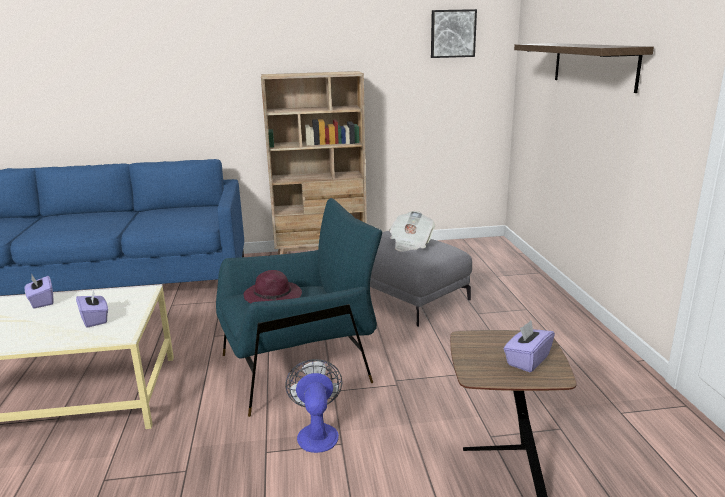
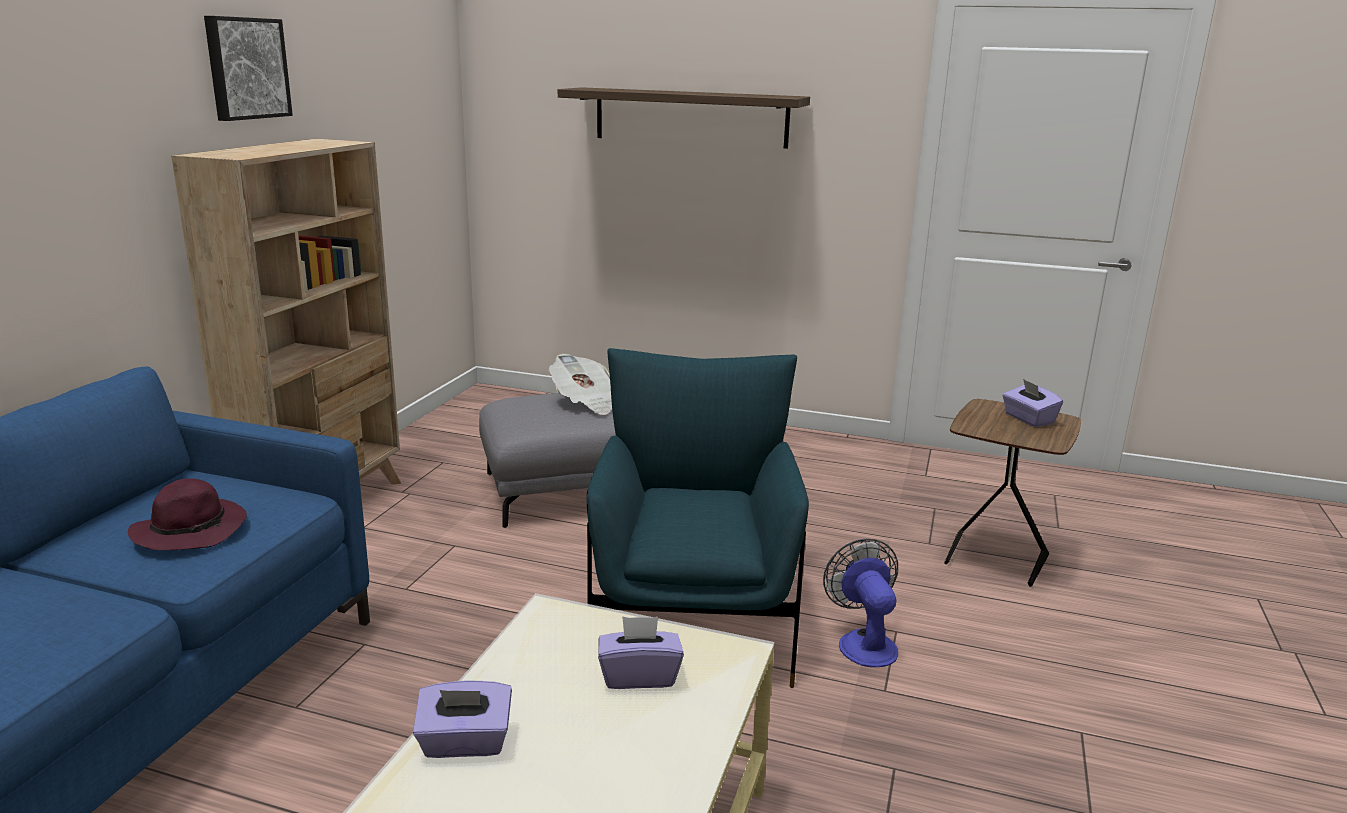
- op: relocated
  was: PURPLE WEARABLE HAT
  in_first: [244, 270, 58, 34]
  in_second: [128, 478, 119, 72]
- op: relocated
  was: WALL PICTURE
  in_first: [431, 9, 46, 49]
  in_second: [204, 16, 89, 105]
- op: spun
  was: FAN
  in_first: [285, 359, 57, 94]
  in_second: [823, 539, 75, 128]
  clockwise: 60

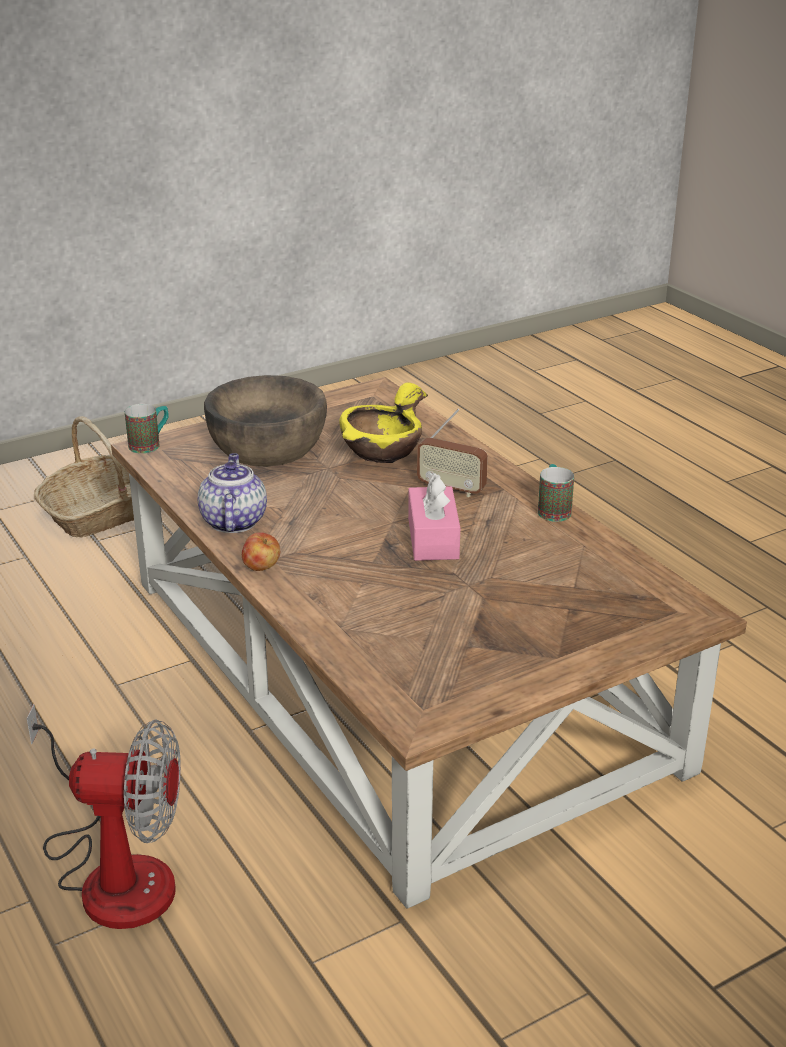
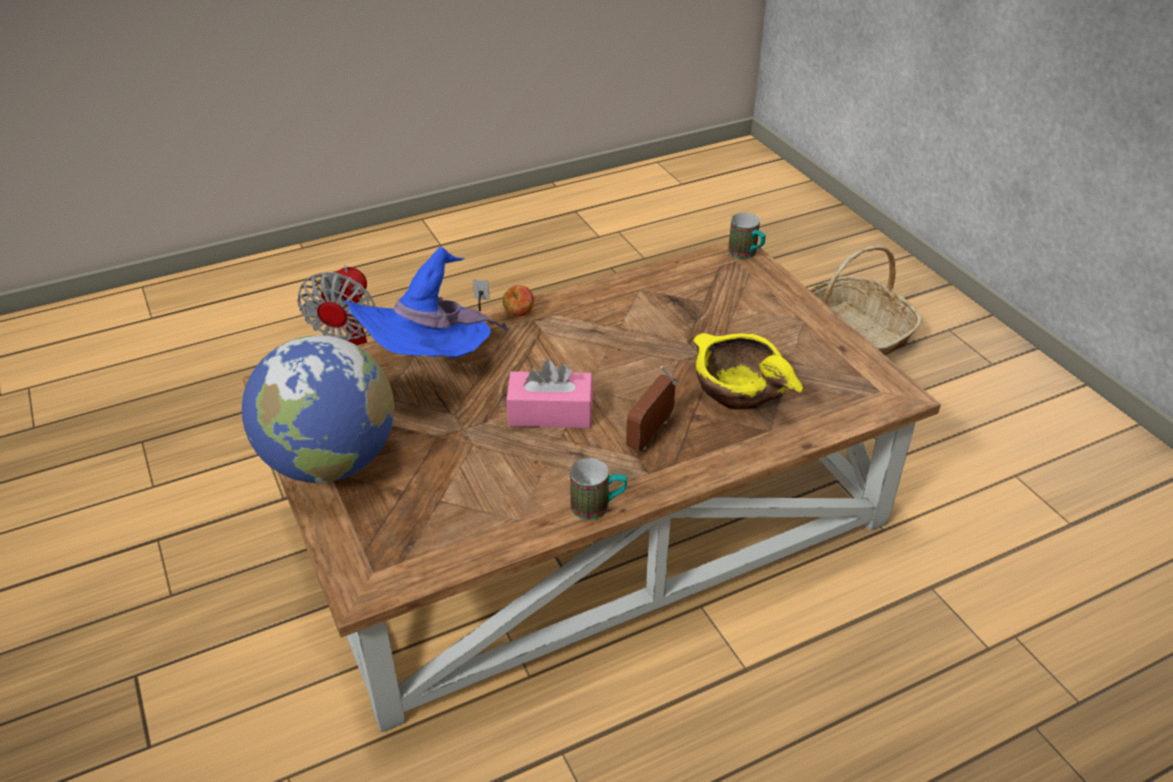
- op: missing
  was: TEAPOT
  in_first: [198, 453, 69, 80]
- op: missing
  was: BROWN DEEP DISH
  in_first: [204, 375, 123, 92]
- op: appeared
  now: GLOBE
  in_second: [242, 335, 152, 148]
- op: appeared
  now: BLUISH WEARABLE HAT
  in_second: [344, 247, 165, 111]

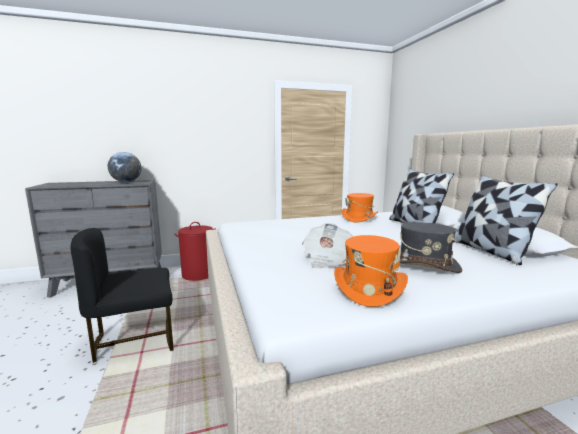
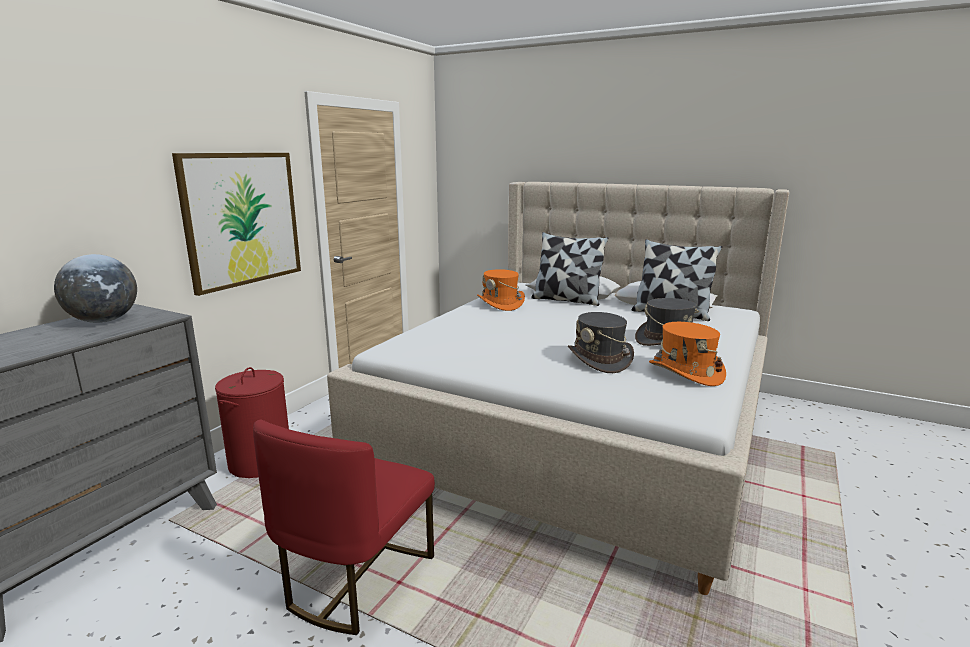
- op: appeared
  now: WALL PICTURE
  in_second: [172, 153, 129, 143]
- op: exchanged
  was: PRINTED PAPER
  now: GREYISH WEARABLE HAT
  in_first: [302, 223, 52, 45]
  in_second: [568, 312, 66, 61]
- op: colour
  was: BLACK-COLOURED CHAIR
  now: RED-COLOURED CHAIR
  in_first: [70, 228, 104, 135]
  in_second: [253, 419, 182, 216]

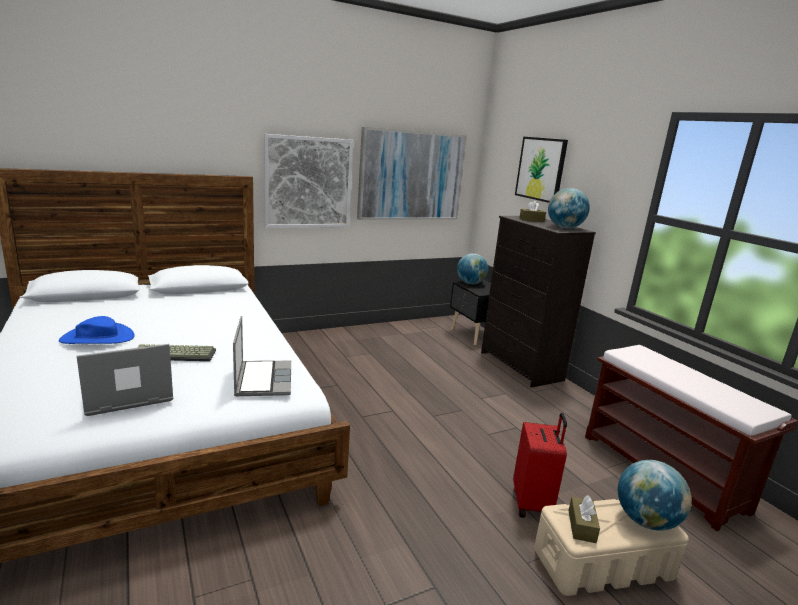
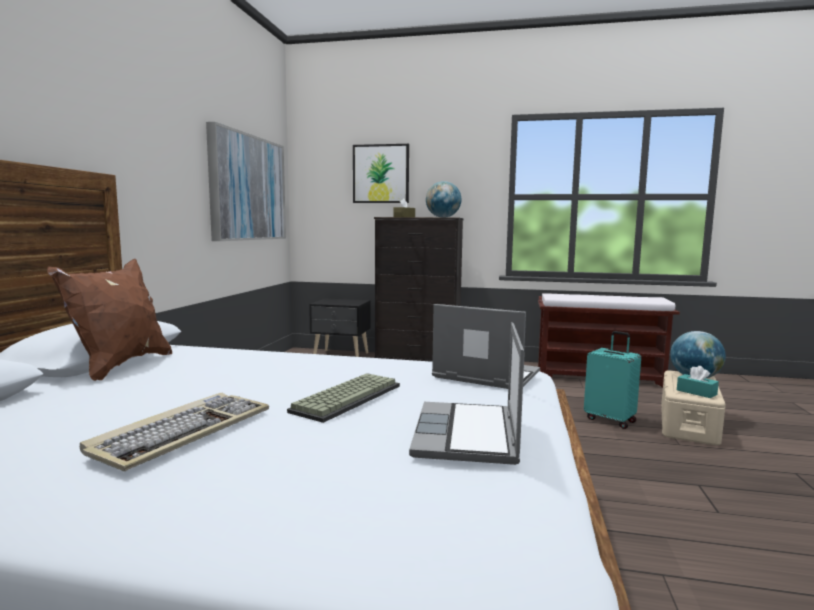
- op: missing
  was: WALL PICTURE
  in_first: [264, 134, 89, 94]
- op: missing
  was: GLOBE
  in_first: [457, 253, 31, 31]
- op: appeared
  now: BROWN THROW PILLOW
  in_second: [47, 259, 125, 122]
- op: exchanged
  was: BLUISH WEARABLE HAT
  now: PC KEYBOARD
  in_first: [59, 316, 76, 28]
  in_second: [80, 393, 189, 78]
- op: colour
  was: RED-COLOURED PIECE OF LUGGAGE
  now: TURQUOISE-COLOURED PIECE OF LUGGAGE
  in_first: [513, 413, 54, 105]
  in_second: [584, 331, 57, 98]
- op: colour
  was: BROWN TISSUE BOX
  now: TURQUOISE-COLOURED TISSUE BOX
  in_first: [568, 495, 32, 48]
  in_second: [677, 366, 42, 32]

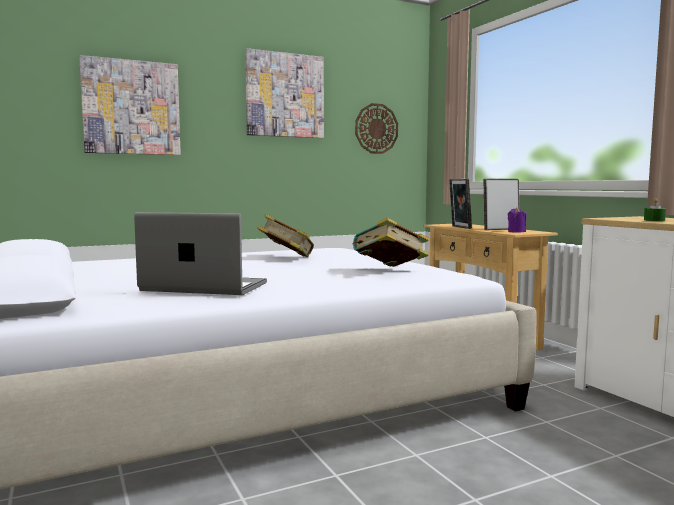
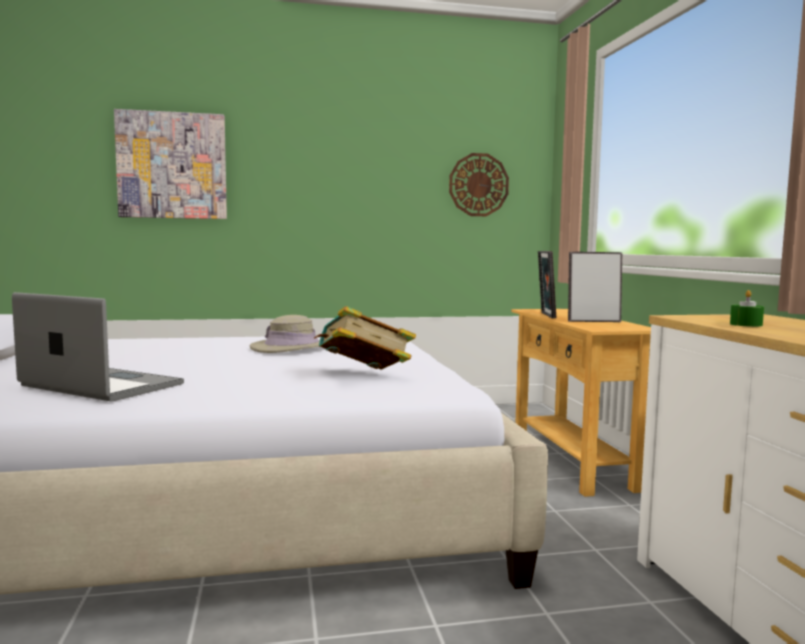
- op: missing
  was: WALL PICTURE
  in_first: [245, 48, 79, 90]
- op: missing
  was: PURPLE WAX LIGHT
  in_first: [508, 207, 18, 26]
- op: exchanged
  was: VOLUME
  now: BEIGE WEARABLE HAT
  in_first: [258, 214, 56, 43]
  in_second: [250, 315, 70, 38]

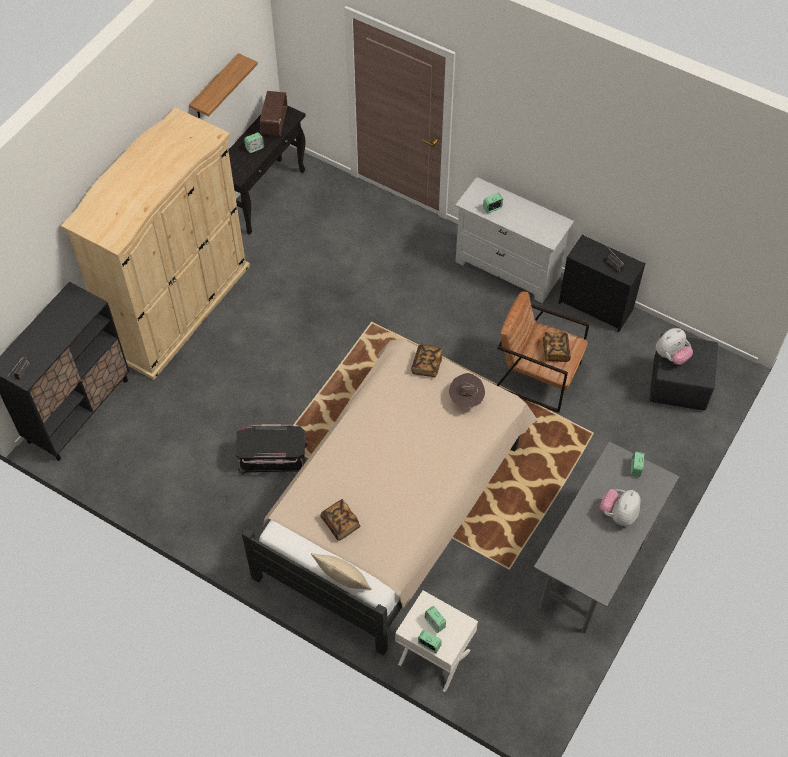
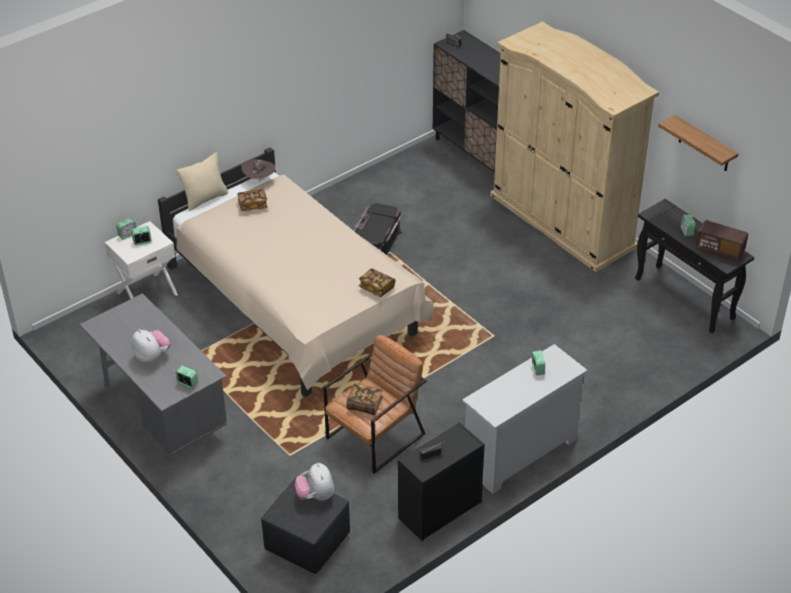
- op: relocated
  was: BROWN WEARABLE HAT
  in_first: [449, 373, 36, 35]
  in_second: [241, 159, 35, 24]

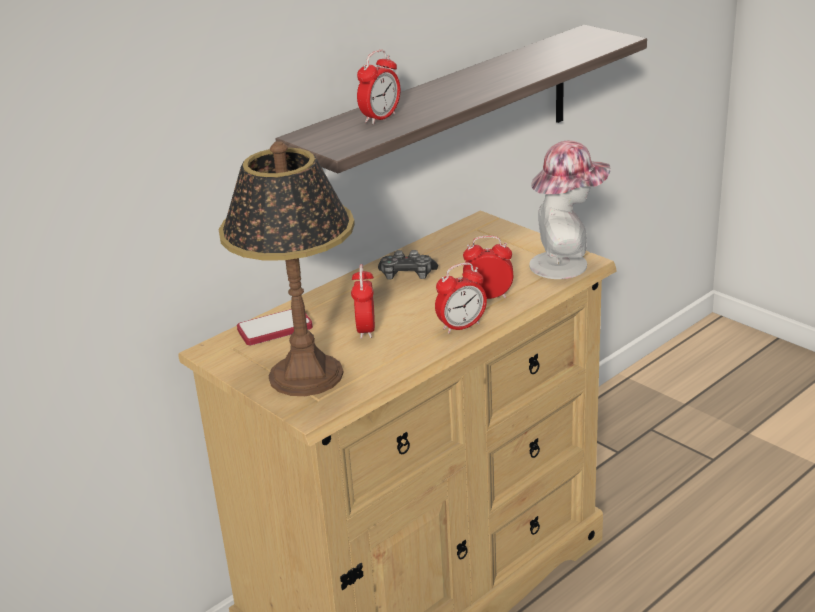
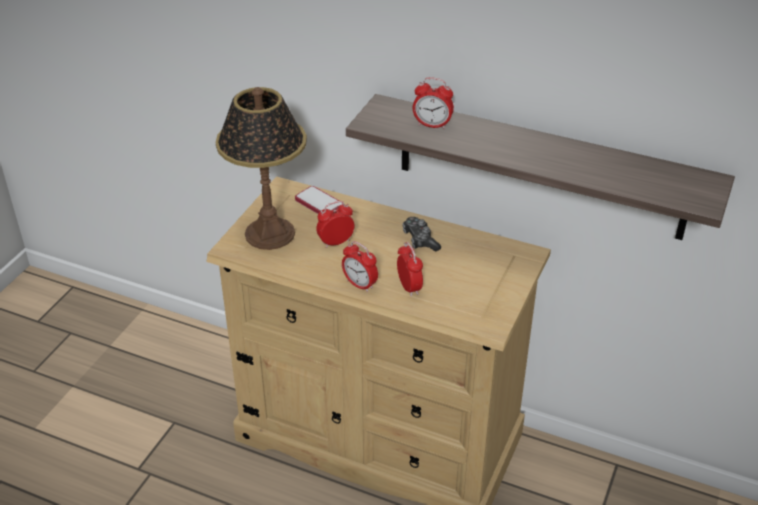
- op: missing
  was: WEARABLE HAT
  in_first: [529, 140, 82, 139]

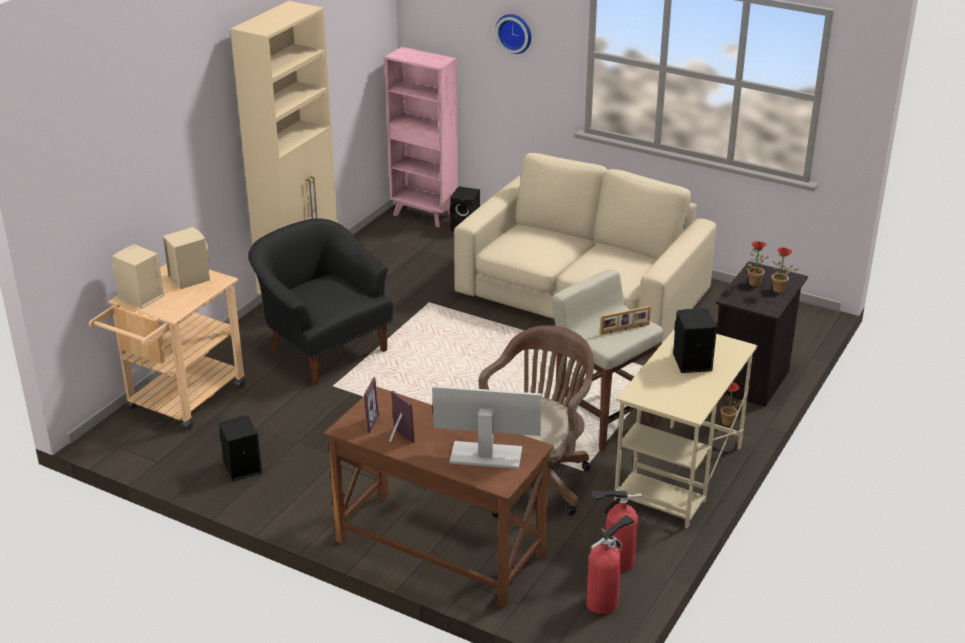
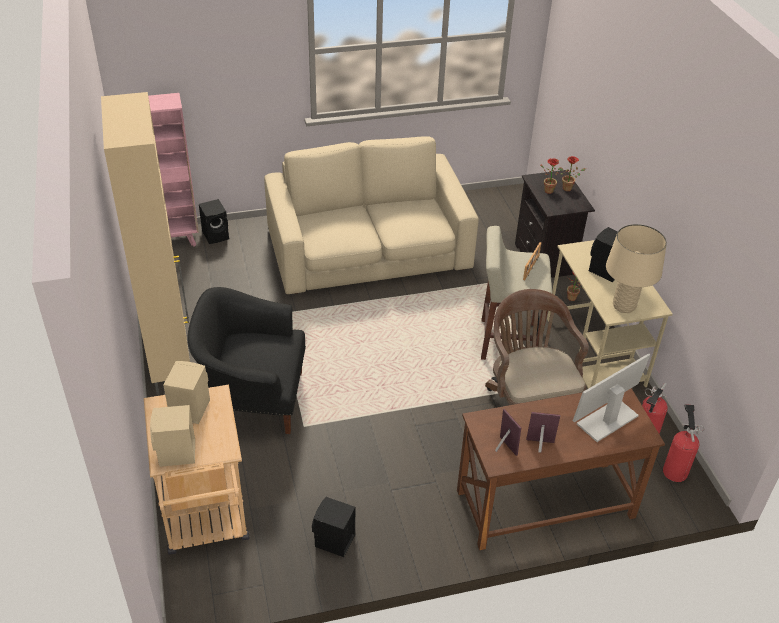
- op: missing
  was: WALL CLOCK
  in_first: [495, 14, 36, 40]
- op: appeared
  now: BEIGE TABLETOP LAMP
  in_second: [606, 224, 61, 89]

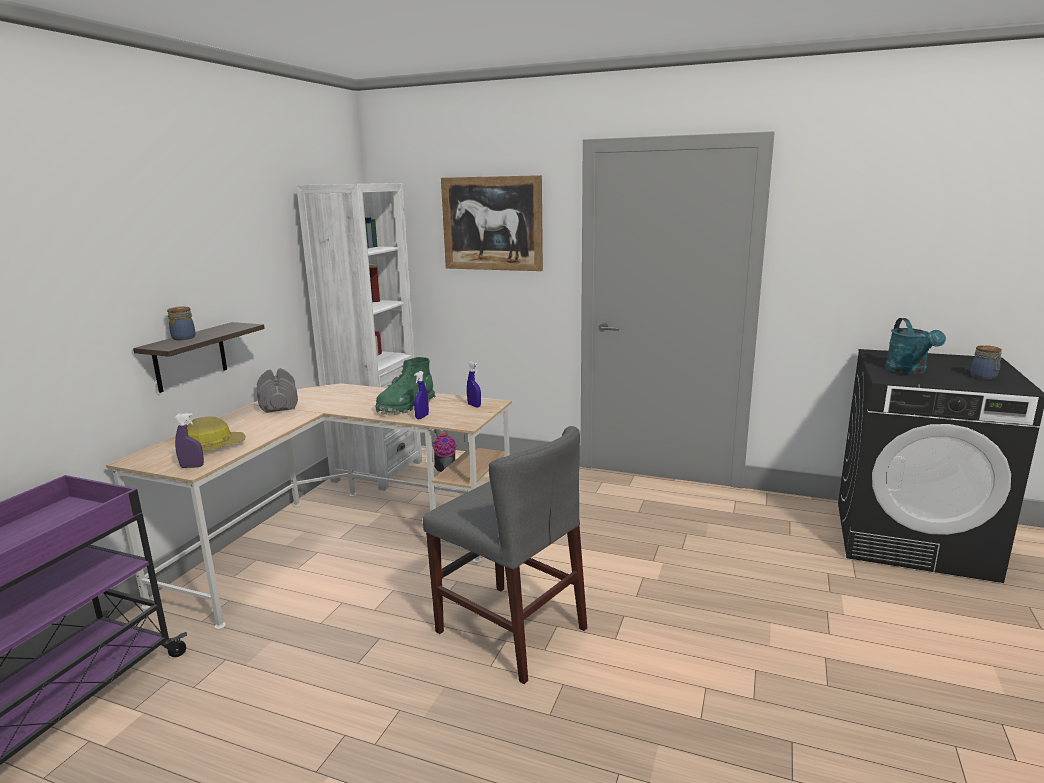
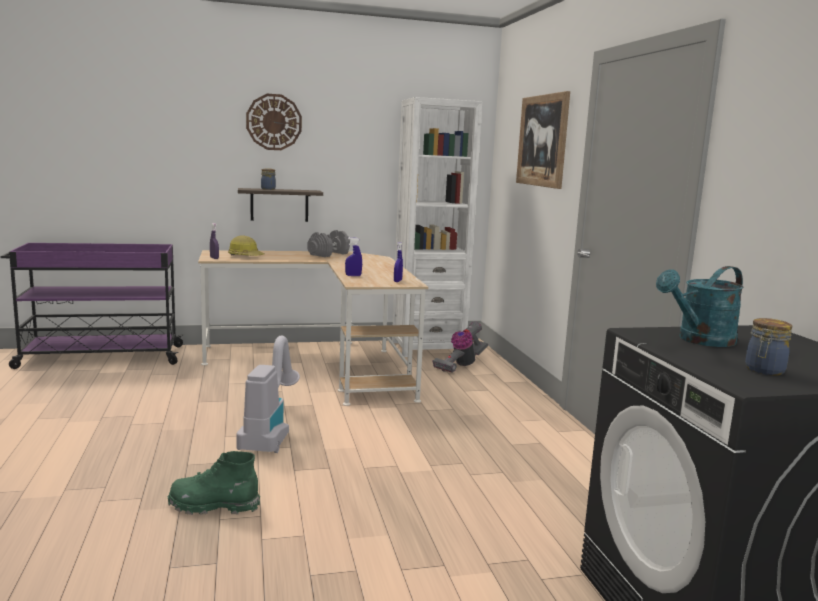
- op: appeared
  now: WALL CLOCK
  in_second: [246, 94, 56, 56]
- op: relocated
  was: GREEN-COLOURED BOOT
  in_first: [375, 357, 60, 58]
  in_second: [168, 451, 92, 64]
- op: exchanged
  was: GREYISH CHAIR
  now: HOOVER
  in_first: [423, 426, 164, 258]
  in_second: [236, 335, 64, 118]

